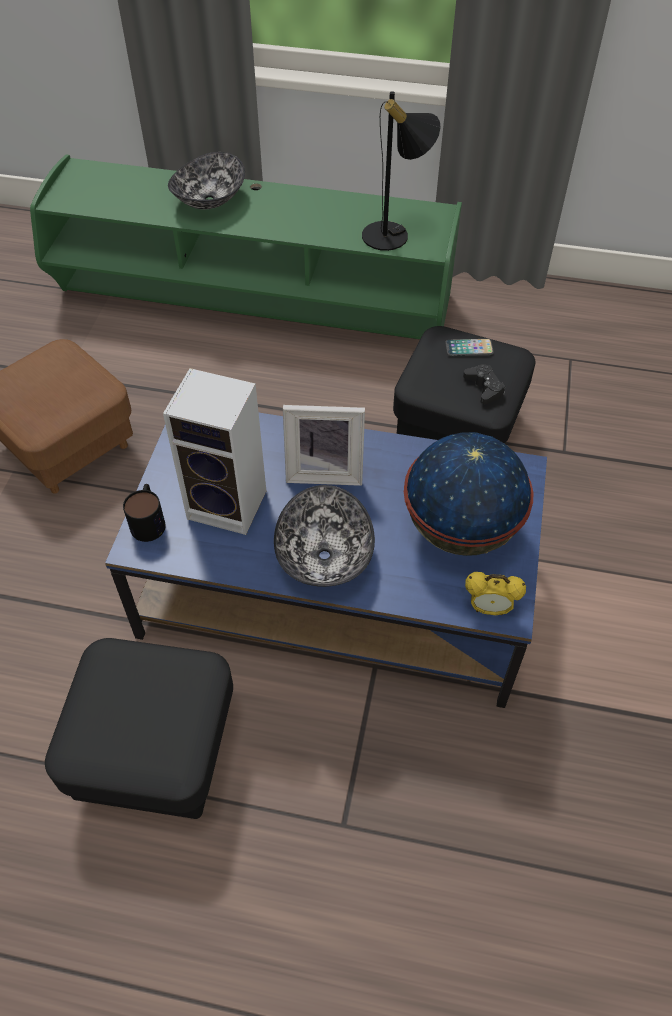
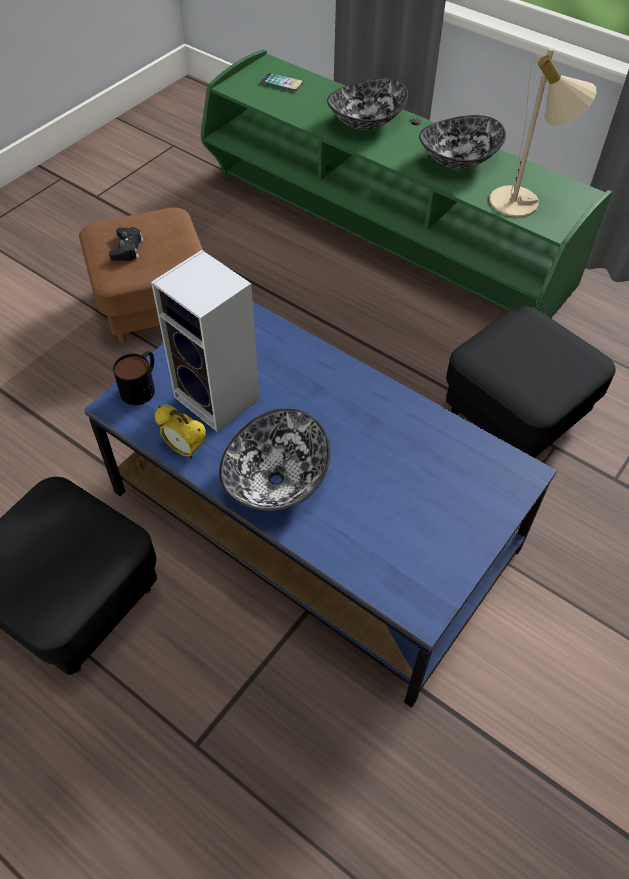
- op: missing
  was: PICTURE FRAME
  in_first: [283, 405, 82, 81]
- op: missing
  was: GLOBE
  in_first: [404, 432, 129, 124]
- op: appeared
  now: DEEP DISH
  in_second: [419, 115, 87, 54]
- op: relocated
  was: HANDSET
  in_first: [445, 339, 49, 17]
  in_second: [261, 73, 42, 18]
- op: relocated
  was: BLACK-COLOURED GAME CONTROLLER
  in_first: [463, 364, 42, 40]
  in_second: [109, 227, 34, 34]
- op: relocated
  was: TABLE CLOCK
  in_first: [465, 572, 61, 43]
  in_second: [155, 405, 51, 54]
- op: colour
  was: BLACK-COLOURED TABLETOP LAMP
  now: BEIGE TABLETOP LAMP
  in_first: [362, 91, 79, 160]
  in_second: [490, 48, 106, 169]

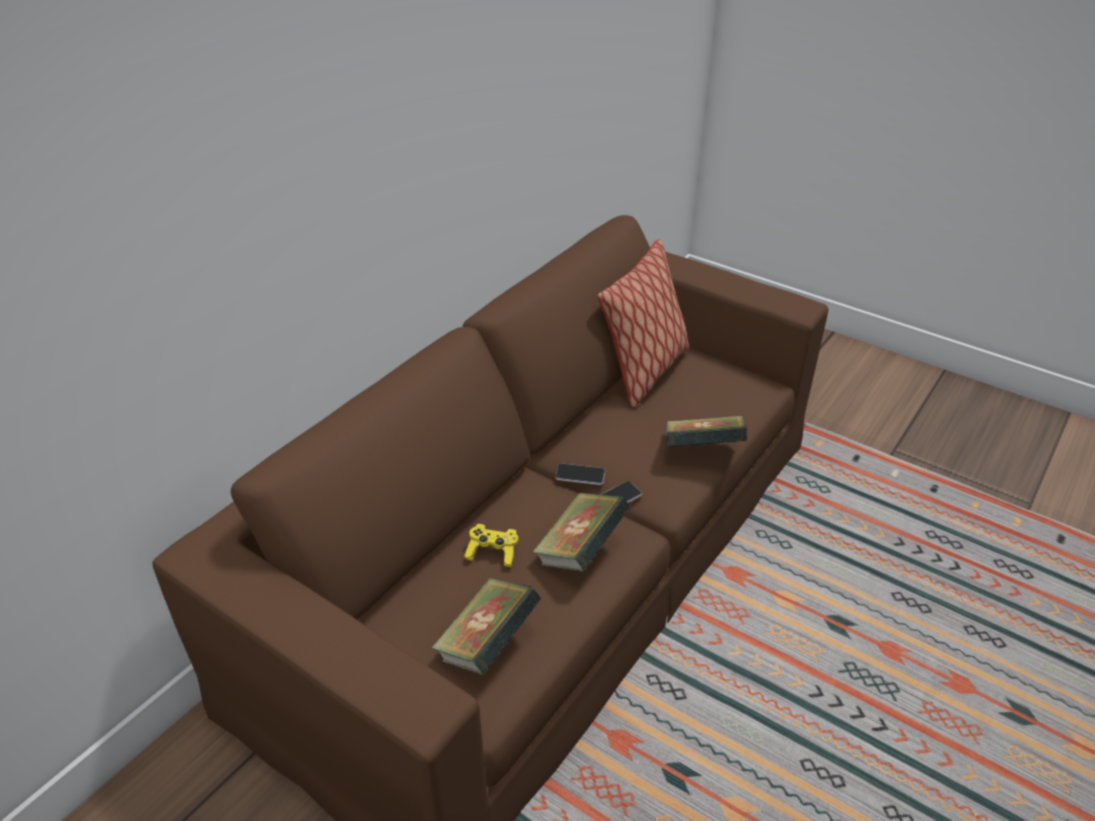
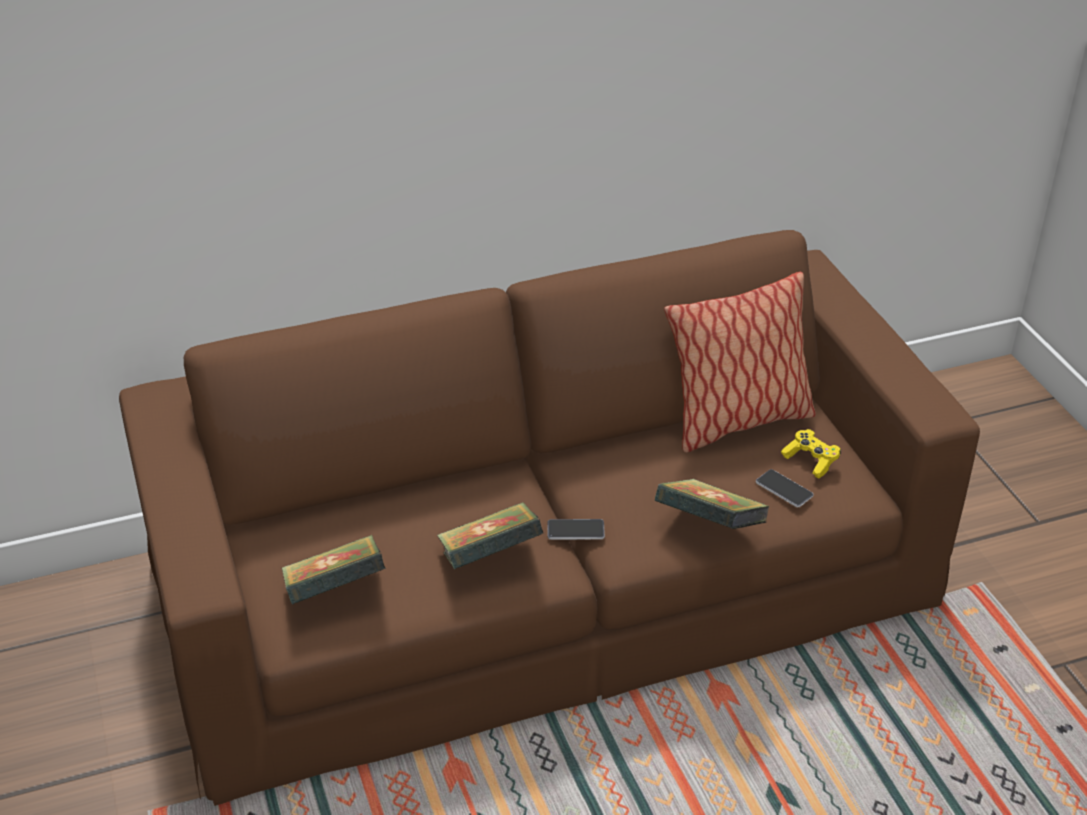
- op: relocated
  was: YELLOW-COLOURED GAME CONTROLLER
  in_first: [464, 524, 54, 43]
  in_second: [781, 429, 60, 50]
- op: relocated
  was: HANDSET
  in_first: [555, 463, 50, 22]
  in_second: [756, 469, 58, 38]

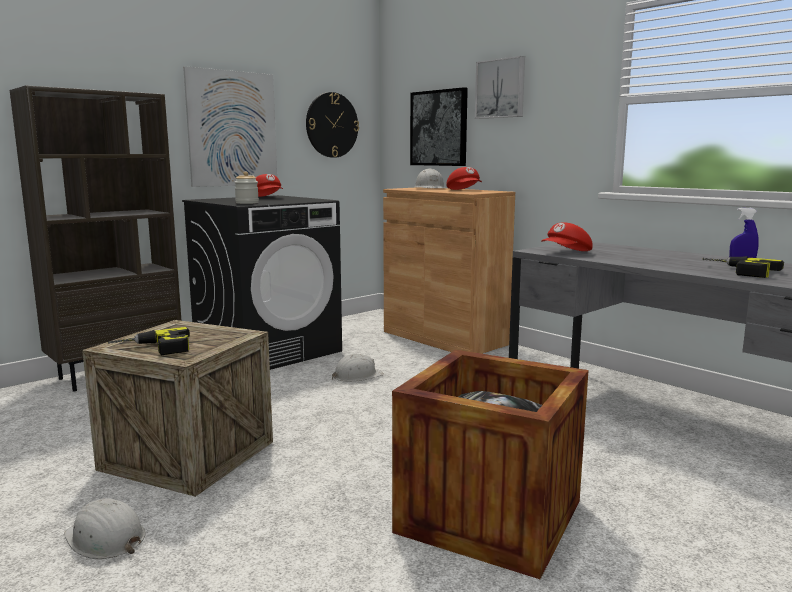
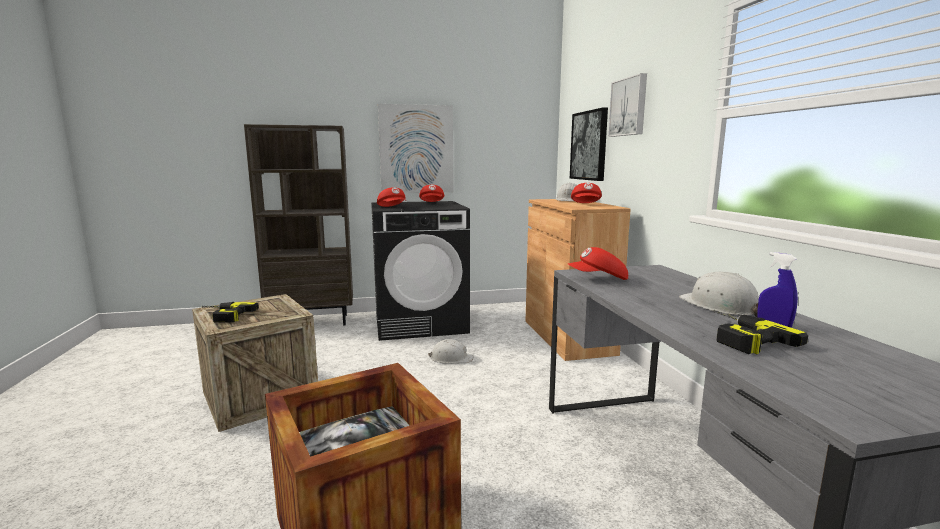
- op: missing
  was: WALL CLOCK
  in_first: [306, 92, 53, 66]
- op: relocated
  was: WHITE-COLOURED HARD HAT
  in_first: [64, 498, 81, 61]
  in_second: [679, 272, 80, 45]
- op: exchanged
  was: PRESERVE JAR
  now: RED-COLOURED PEAKED CAP
  in_first: [234, 171, 25, 33]
  in_second: [377, 187, 29, 20]

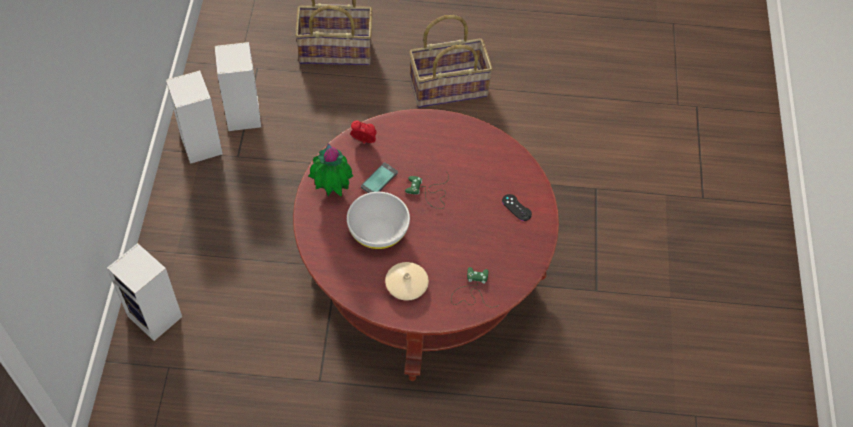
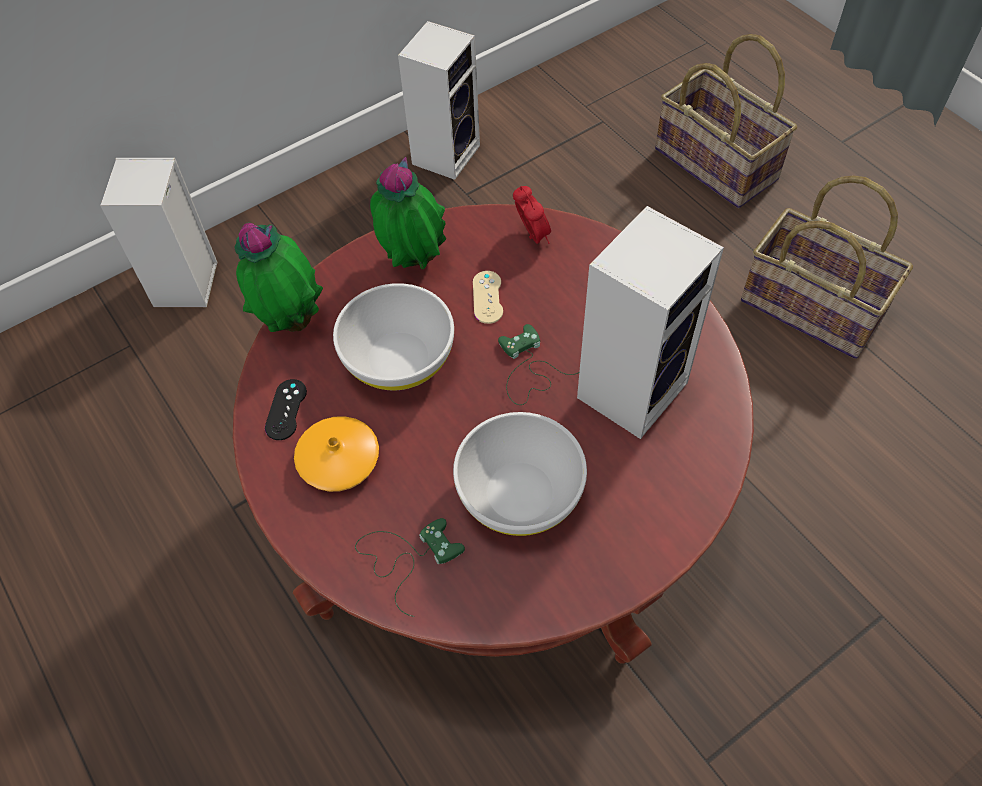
- op: appeared
  now: POTTED PLANT
  in_second: [235, 223, 88, 109]
- op: appeared
  now: WHITE-COLOURED DEEP DISH
  in_second: [453, 412, 134, 124]
- op: relocated
  was: LOUDSPEAKER
  in_first: [215, 42, 46, 89]
  in_second: [577, 206, 147, 233]
- op: relocated
  was: BLACK-COLOURED GAME CONTROLLER
  in_first: [502, 194, 30, 27]
  in_second: [265, 379, 42, 61]
- op: exchanged
  was: HANDSET
  now: BEIGE GAME CONTROLLER
  in_first: [361, 163, 37, 30]
  in_second: [473, 271, 30, 53]
- op: colour
  was: BEIGE FLOWER VASE
  now: ORANGE FLOWER VASE
  in_first: [385, 262, 44, 39]
  in_second: [294, 416, 85, 76]

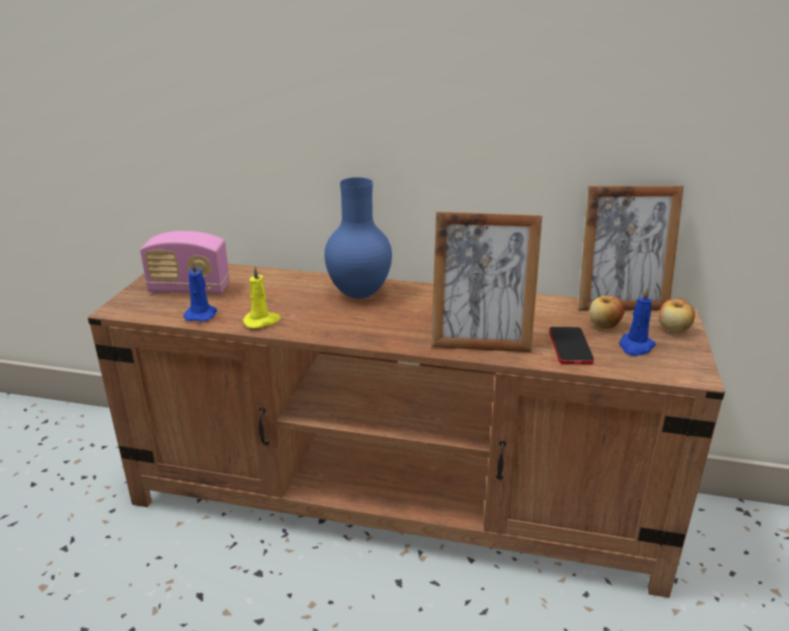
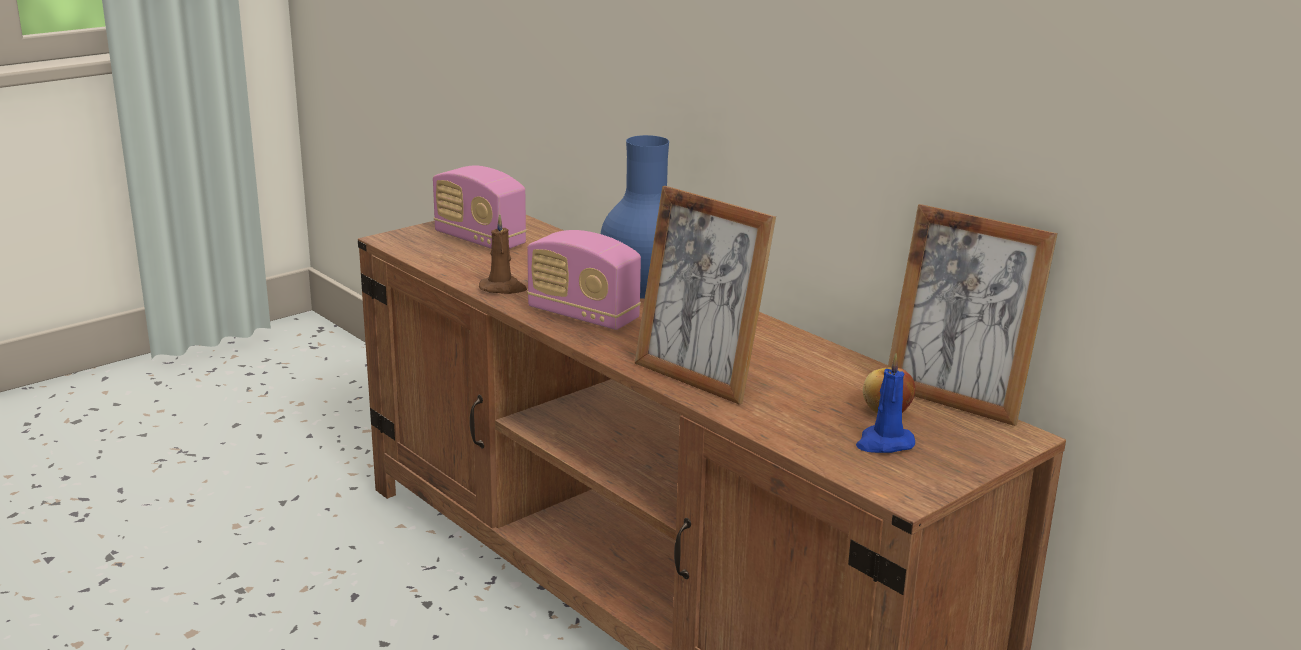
- op: missing
  was: BLUISH WAX LIGHT
  in_first: [183, 260, 34, 62]
- op: missing
  was: HANDSET
  in_first: [549, 327, 45, 37]
- op: missing
  was: APPLE
  in_first: [659, 298, 36, 35]
- op: appeared
  now: RADIO
  in_second: [527, 230, 114, 100]
- op: colour
  was: YELLOW-COLOURED WAX LIGHT
  now: BROWN WAX LIGHT
  in_first: [243, 265, 38, 63]
  in_second: [479, 215, 48, 79]

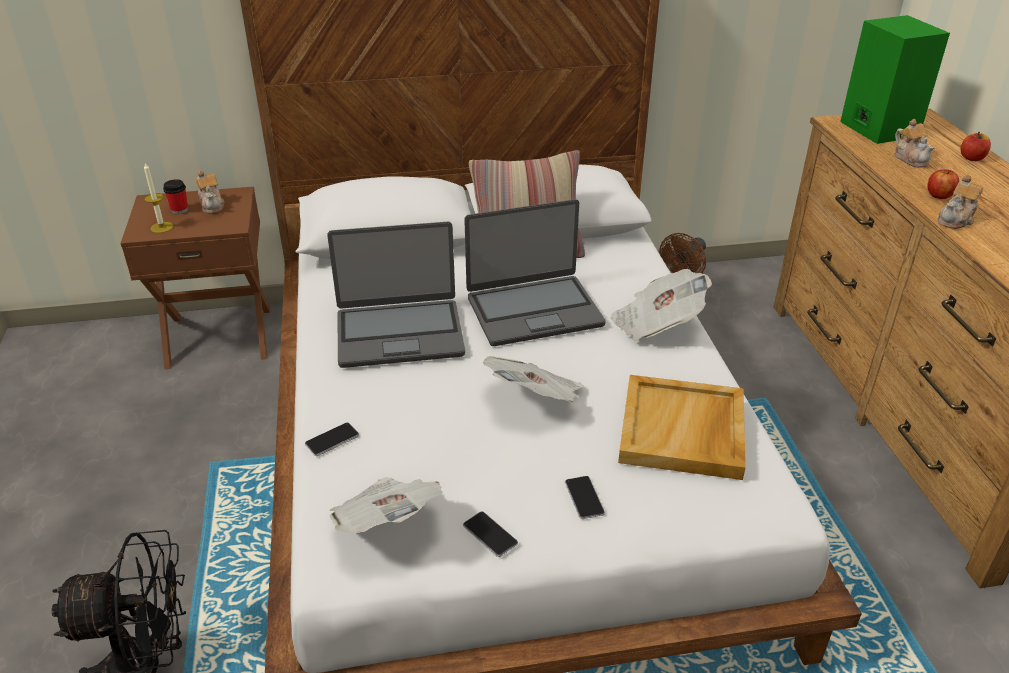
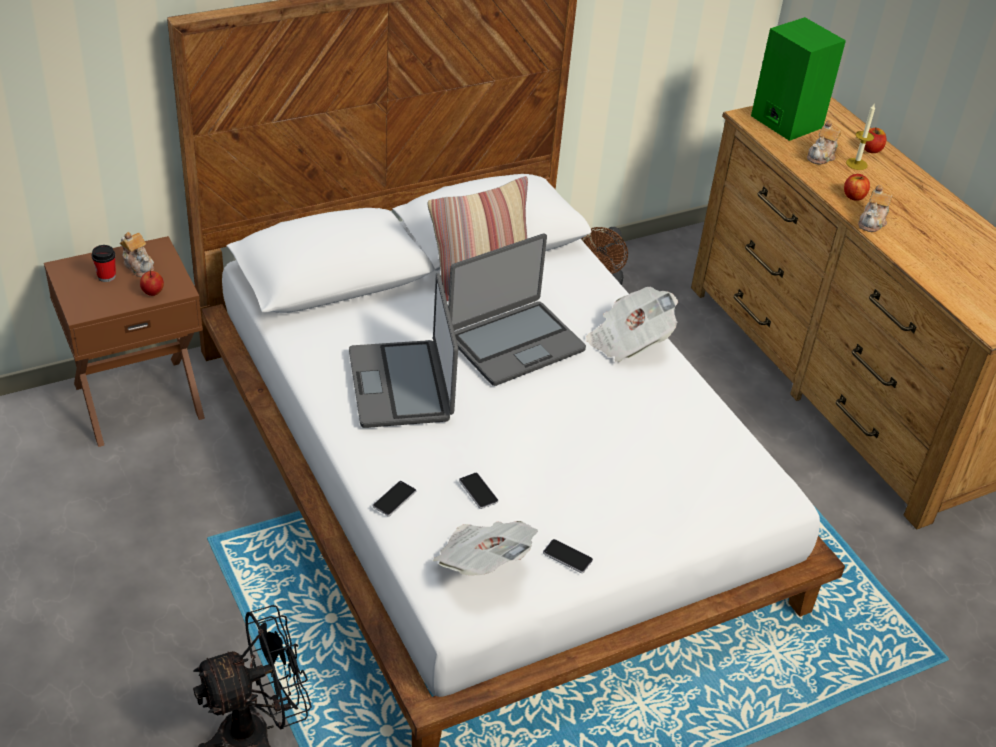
- op: missing
  was: PRINTED PAPER
  in_first: [483, 356, 101, 46]
- op: missing
  was: BEIGE CARRYING TRAY
  in_first: [618, 375, 128, 105]
- op: appeared
  now: APPLE
  in_second: [140, 270, 24, 26]
- op: relocated
  was: WAX LIGHT
  in_first: [144, 163, 29, 70]
  in_second: [846, 104, 29, 66]
- op: relocated
  was: HANDSET
  in_first: [565, 476, 40, 43]
  in_second: [459, 473, 40, 36]
- op: spun
  was: LAPTOP
  in_first: [327, 222, 138, 146]
  in_second: [349, 273, 109, 155]
  clockwise: 105
- op: spun
  was: TEAPOT
  in_first: [894, 119, 41, 49]
  in_second: [807, 120, 34, 45]
  clockwise: 75

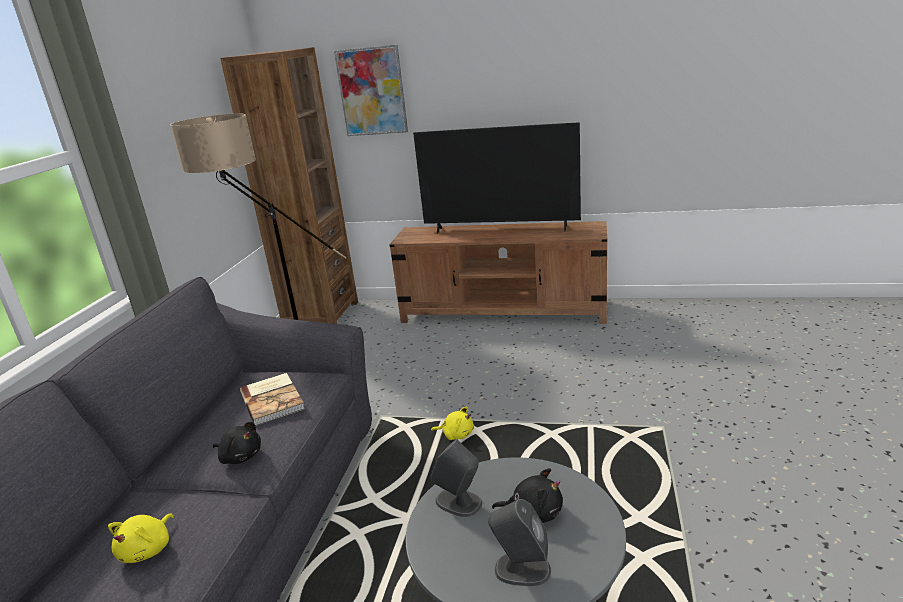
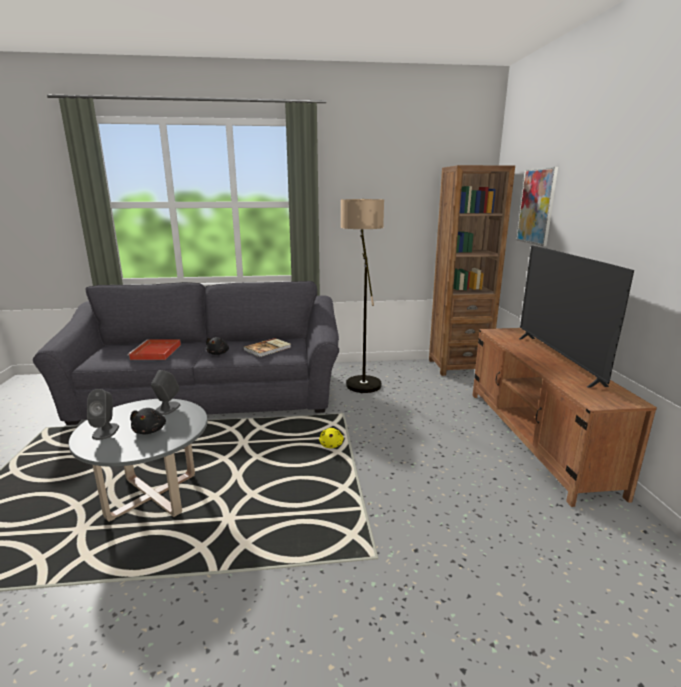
- op: exchanged
  was: YELLOW-COLOURED PLUSH TOY
  now: RED-COLOURED CARRYING TRAY
  in_first: [108, 514, 66, 49]
  in_second: [127, 339, 54, 21]

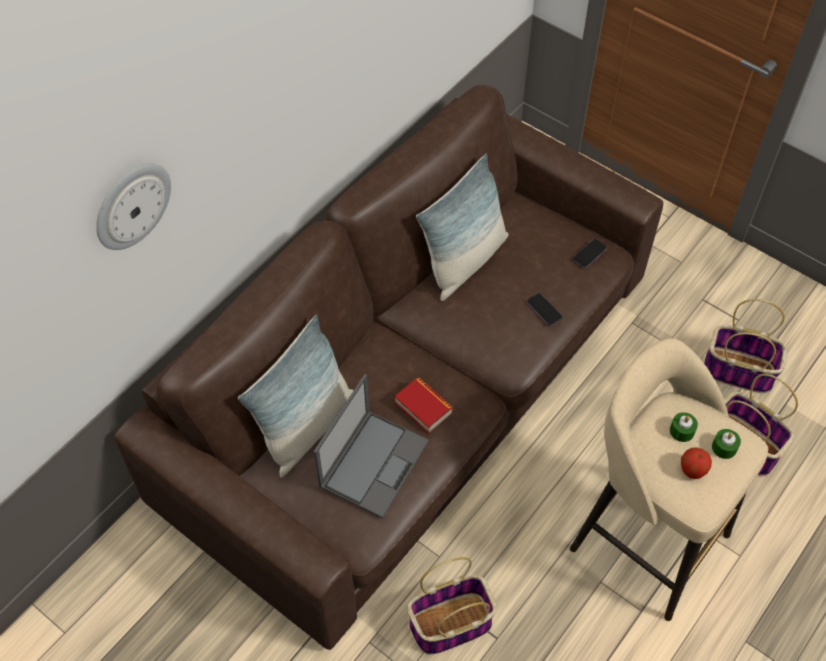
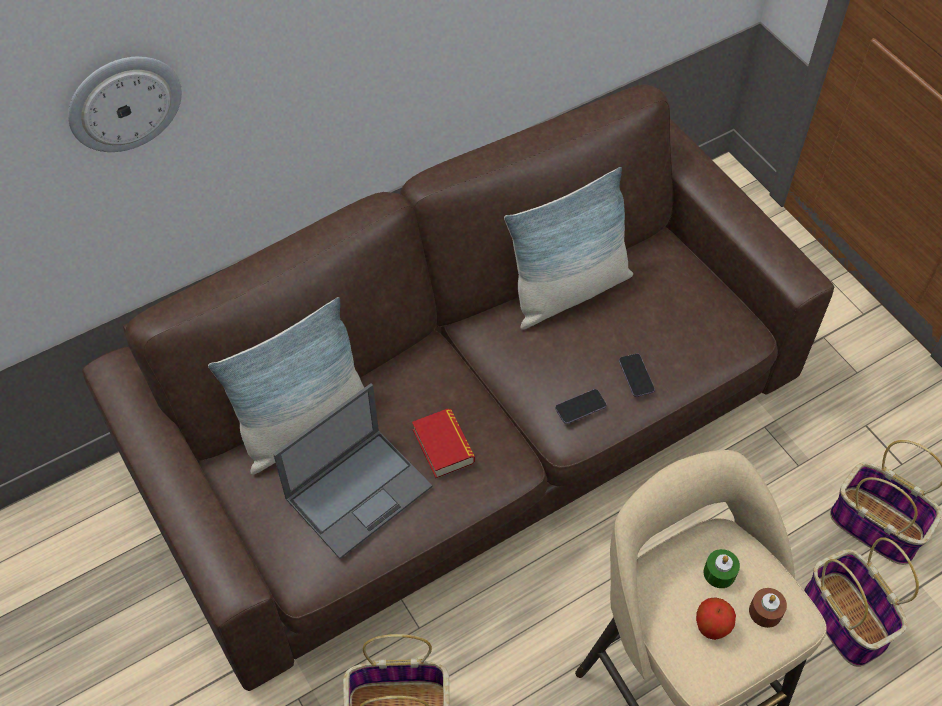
- op: relocated
  was: HANDSET
  in_first: [573, 239, 34, 29]
  in_second: [555, 389, 52, 35]
- op: colour
  was: GREEN-COLOURED WAX LIGHT
  now: BROWN WAX LIGHT
  in_first: [712, 429, 29, 30]
  in_second: [749, 588, 38, 40]

